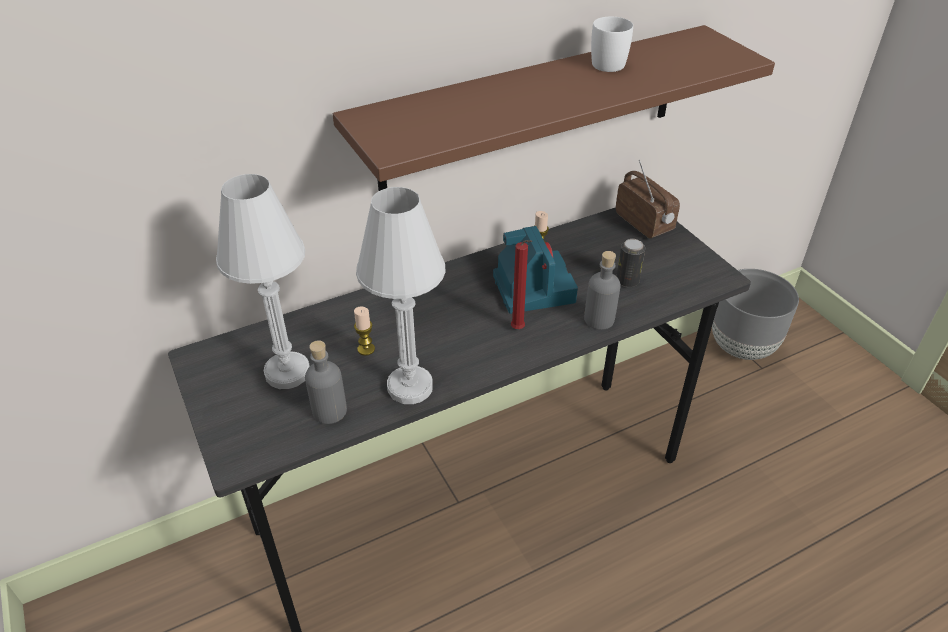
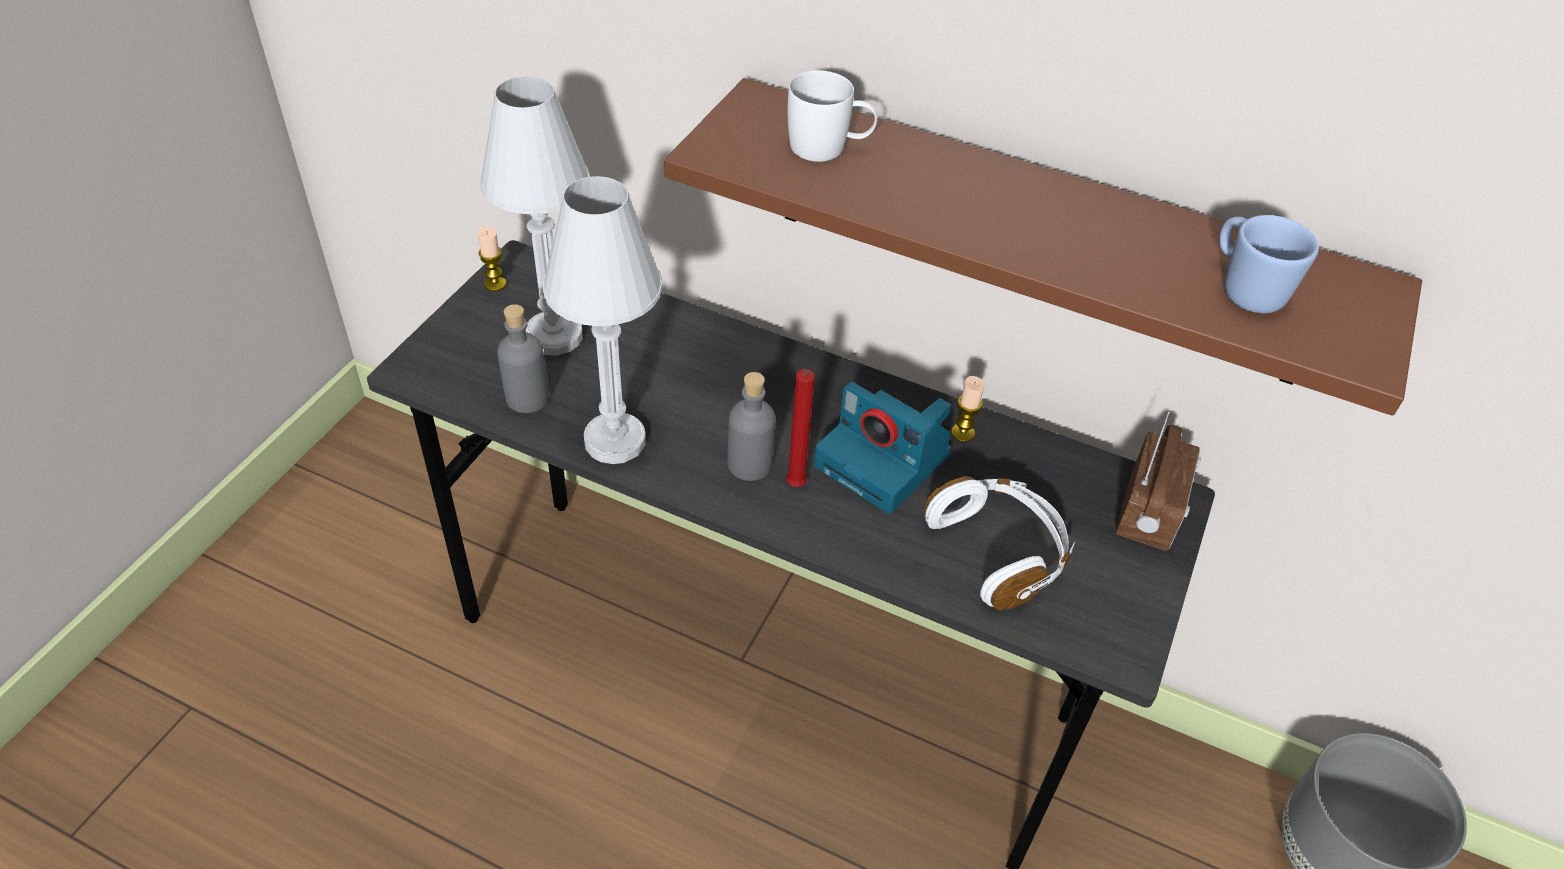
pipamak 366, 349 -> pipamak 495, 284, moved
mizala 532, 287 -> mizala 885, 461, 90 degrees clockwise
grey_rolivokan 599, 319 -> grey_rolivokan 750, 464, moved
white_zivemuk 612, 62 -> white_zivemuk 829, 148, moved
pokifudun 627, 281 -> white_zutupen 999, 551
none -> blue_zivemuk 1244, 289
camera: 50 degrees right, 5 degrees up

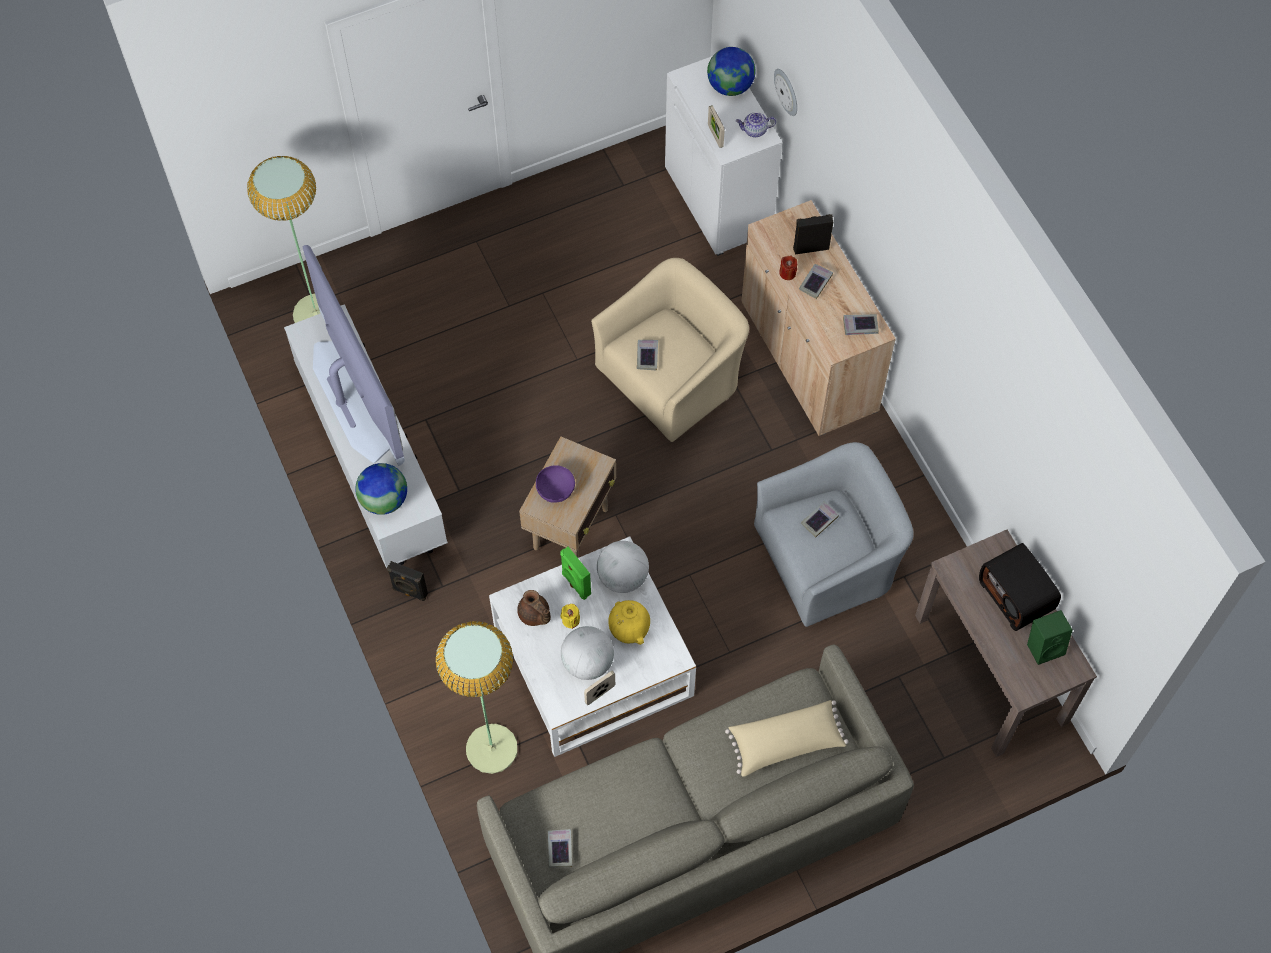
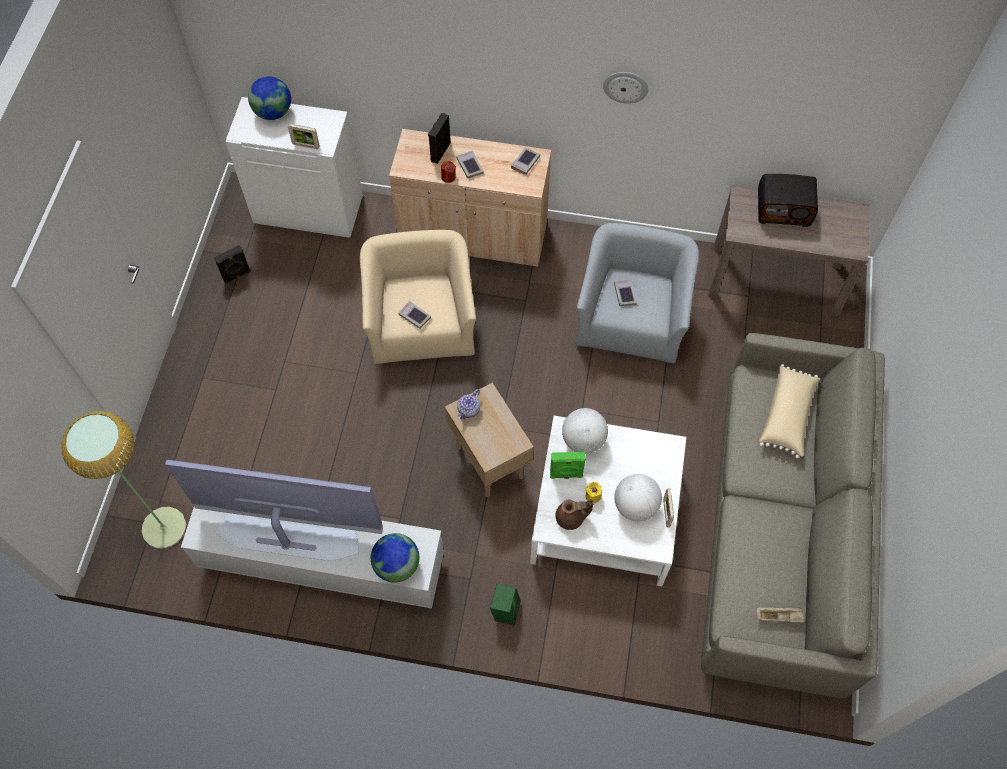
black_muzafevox 409, 592 -> black_muzafevox 237, 275, moved
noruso 491, 749 -> none
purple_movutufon 556, 490 -> none
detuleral 559, 849 -> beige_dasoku 778, 616
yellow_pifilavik 629, 631 -> none
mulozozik 754, 130 -> mulozozik 469, 410, moved
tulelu 787, 91 -> tulelu 625, 86, moved
green_muzafevox 1044, 646 -> green_muzafevox 504, 610, moved
camera: 55 degrees left, 0 degrees up

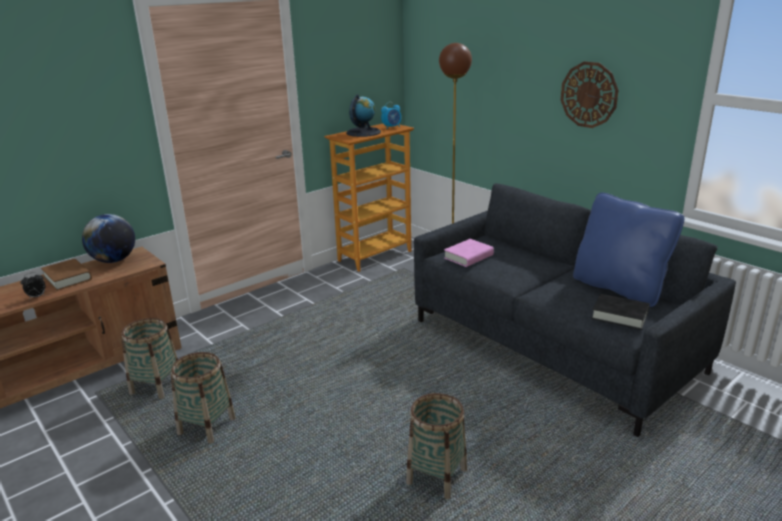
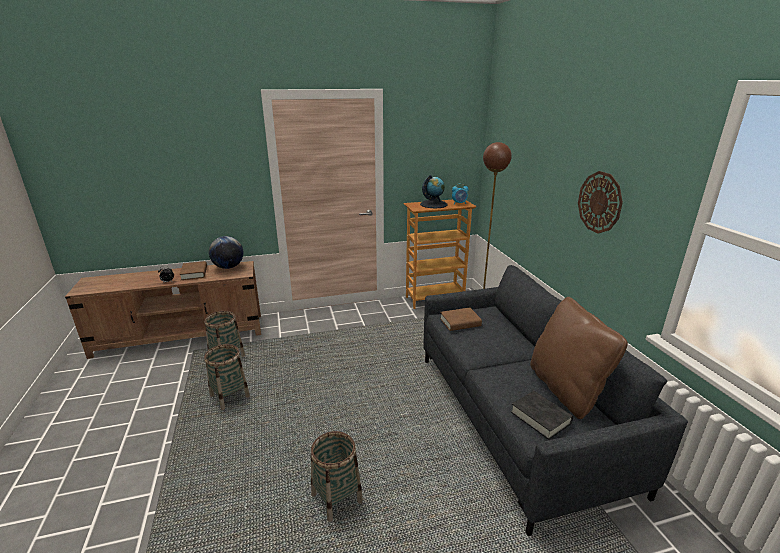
pink_detuleral 468, 257 -> brown_detuleral 460, 322
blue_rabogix 619, 288 -> brown_rabogix 565, 389
camera: 25 degrees right, 0 degrees up

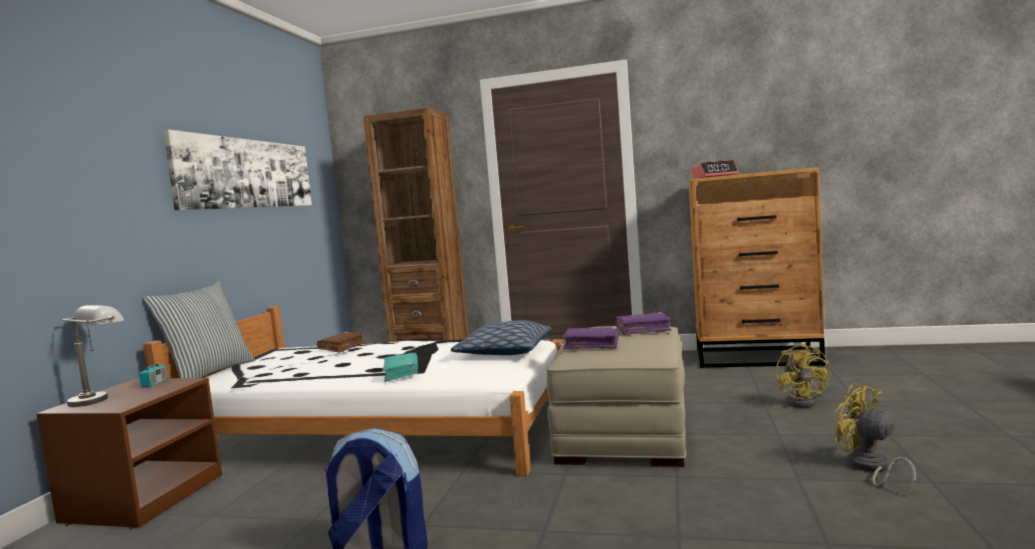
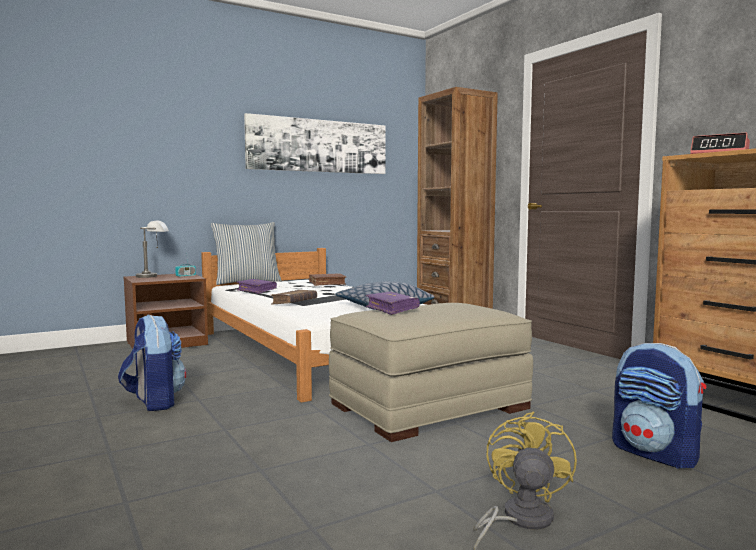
turquoise_detuleral 401, 373 -> brown_detuleral 294, 303
purple_detuleral 643, 330 -> purple_detuleral 256, 291, moved
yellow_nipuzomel 804, 401 -> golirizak 655, 454
camera: 45 degrees right, 0 degrees up

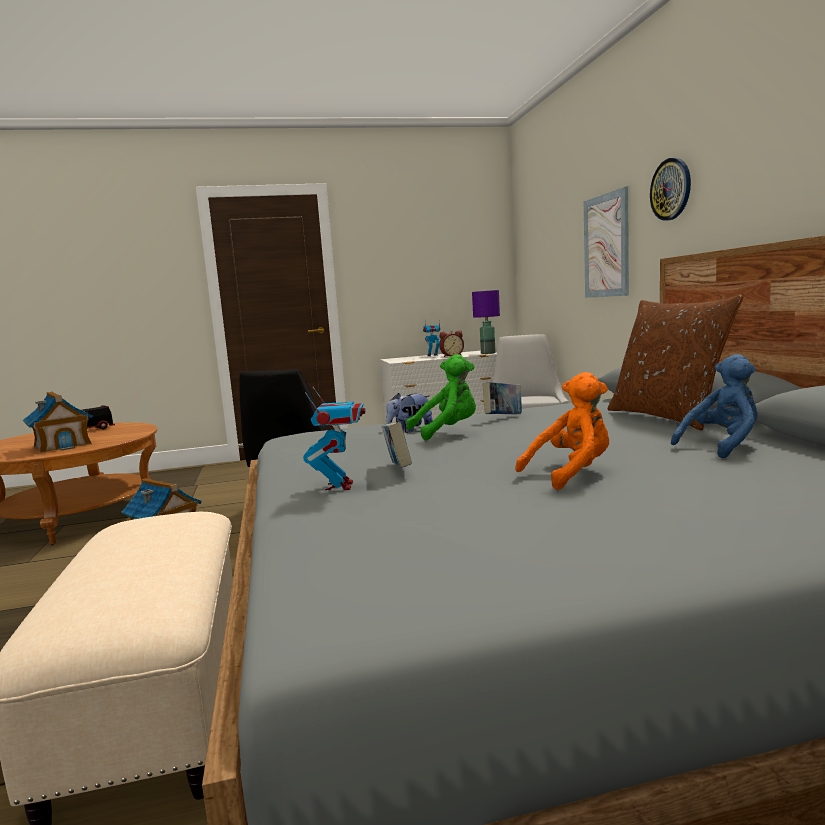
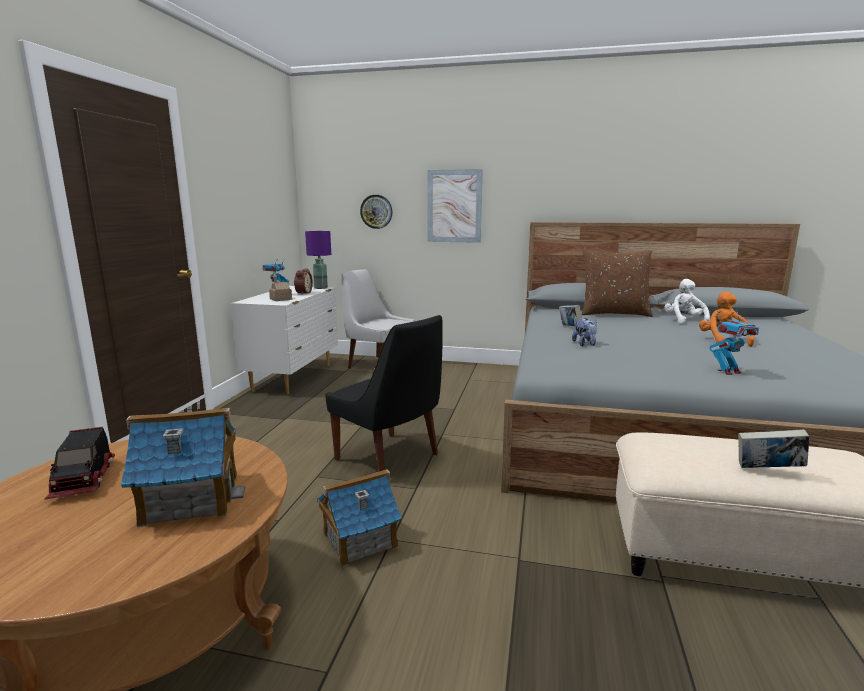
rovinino 340, 486 -> rovinino 728, 372, 135 degrees clockwise
detuleral 398, 469 -> detuleral 768, 470, moved
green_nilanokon 447, 431 -> none
tulelu 671, 189 -> tulelu 376, 211, moved
blue_nilanokon 722, 446 -> white_nilanokon 684, 321
none -> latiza 280, 299
camera: 65 degrees left, 5 degrees up

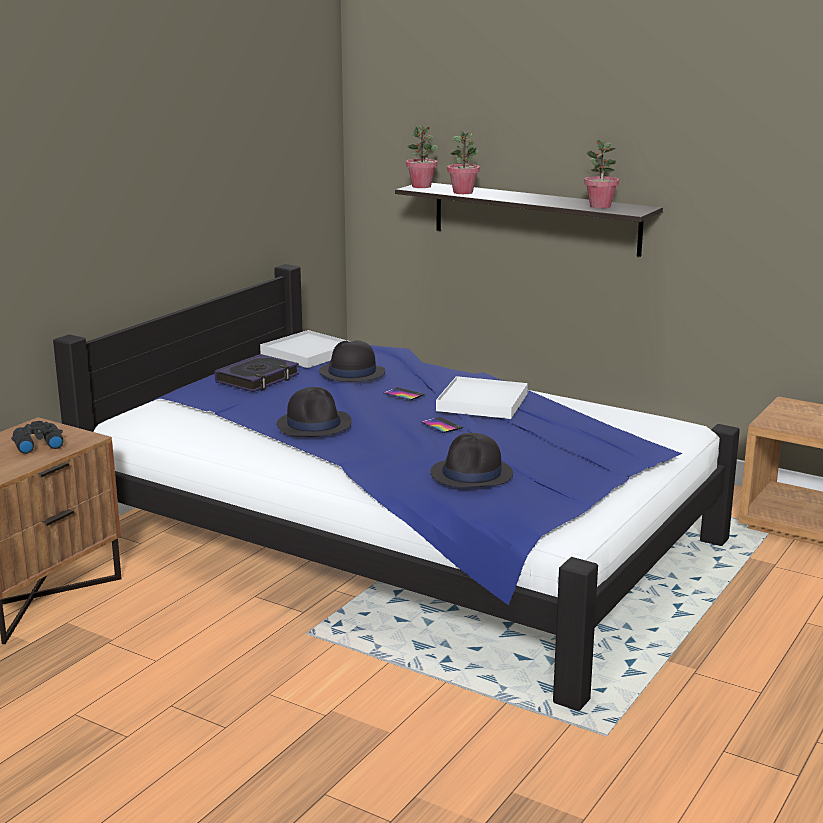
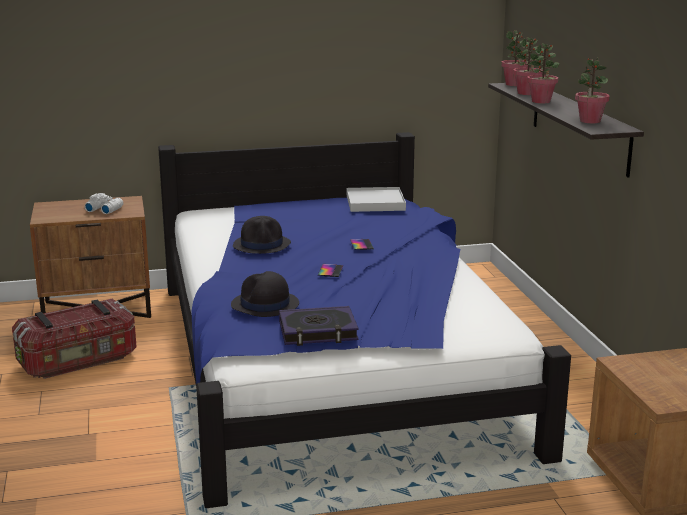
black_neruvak 37, 445 -> white_neruvak 104, 209
detuleral 257, 379 -> detuleral 318, 332, moved
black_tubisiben 351, 373 -> none
white_dasoku 482, 402 -> none
none -> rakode 78, 361
none -> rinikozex 541, 101
camera: 45 degrees right, 0 degrees up

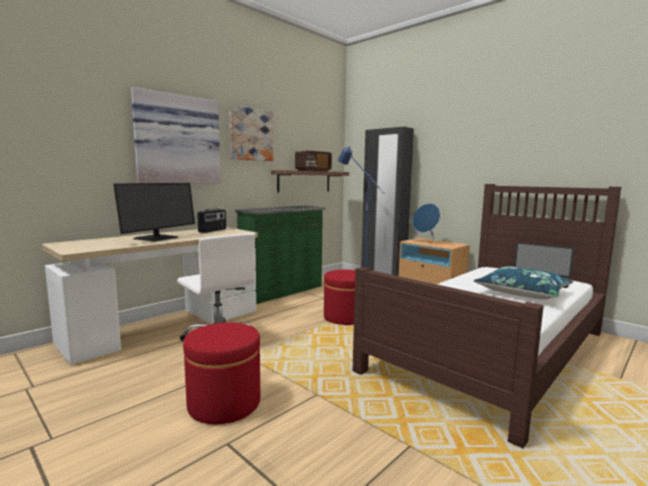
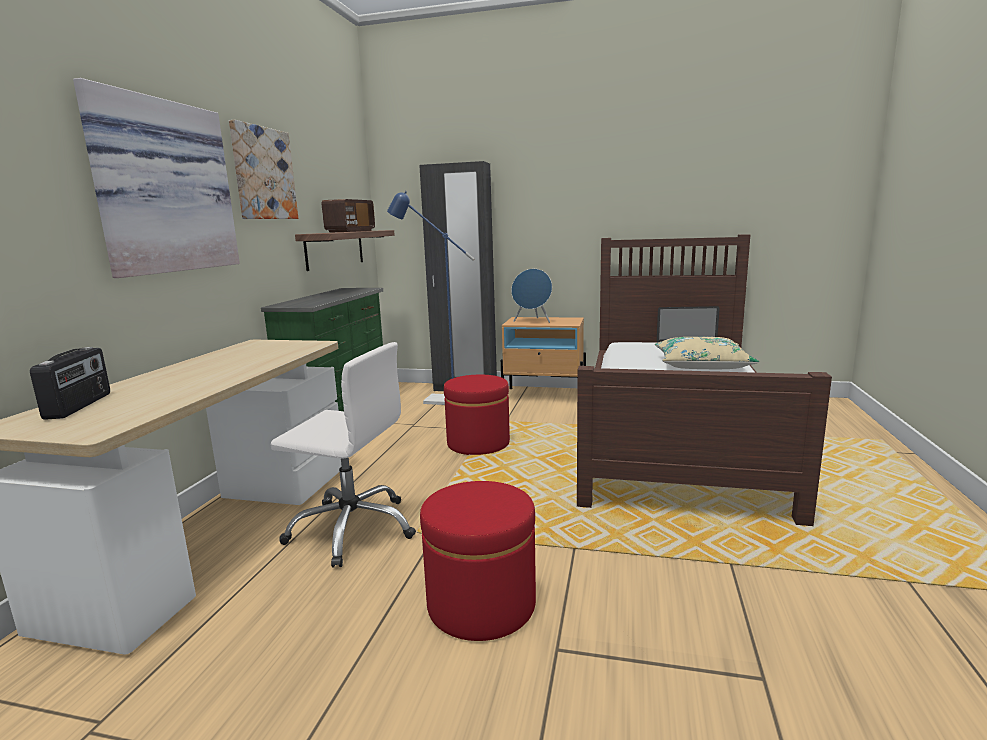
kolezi 157, 238 -> none
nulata 213, 230 -> nulata 80, 406, moved
blue_rabogix 522, 292 -> beige_rabogix 701, 365
camera: 30 degrees left, 5 degrees up

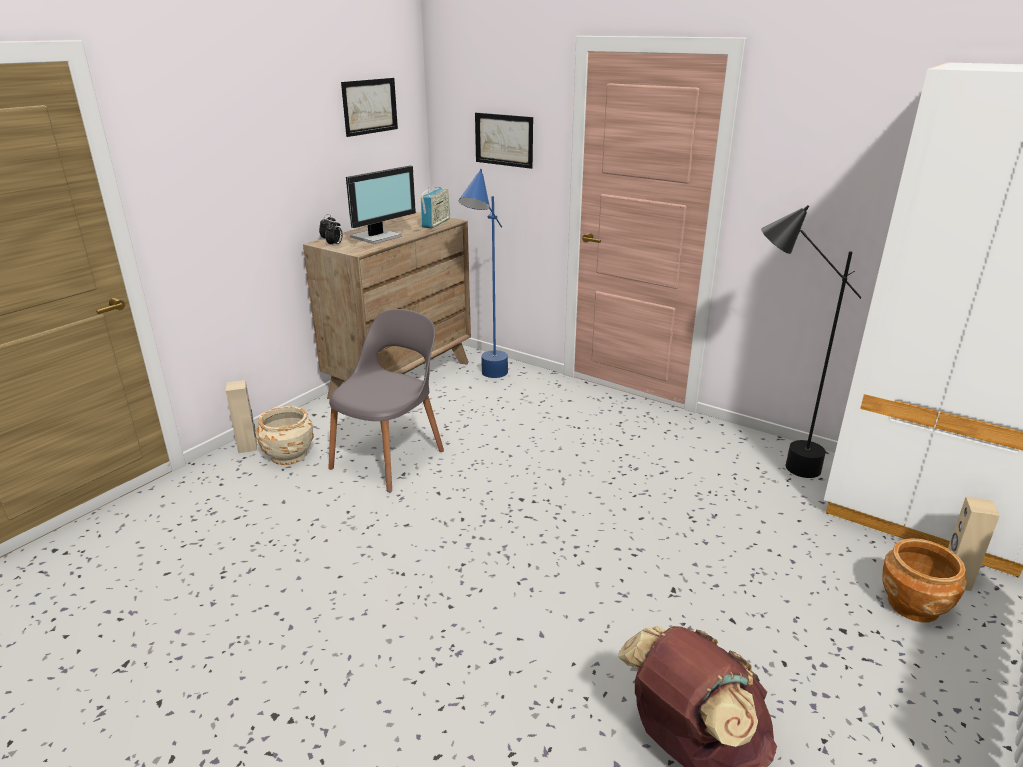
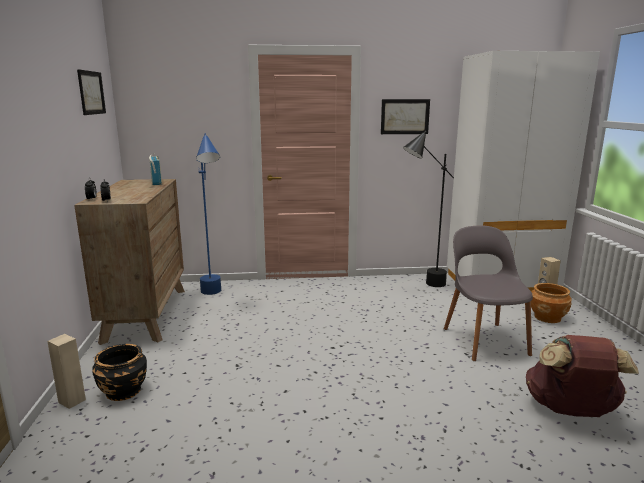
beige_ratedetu 289, 455 -> black_ratedetu 123, 391
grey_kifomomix 389, 458 -> grey_kifomomix 484, 340, moved
kolezi 378, 237 -> none
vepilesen 504, 140 -> vepilesen 405, 116, moved
camera: 40 degrees left, 10 degrees down

